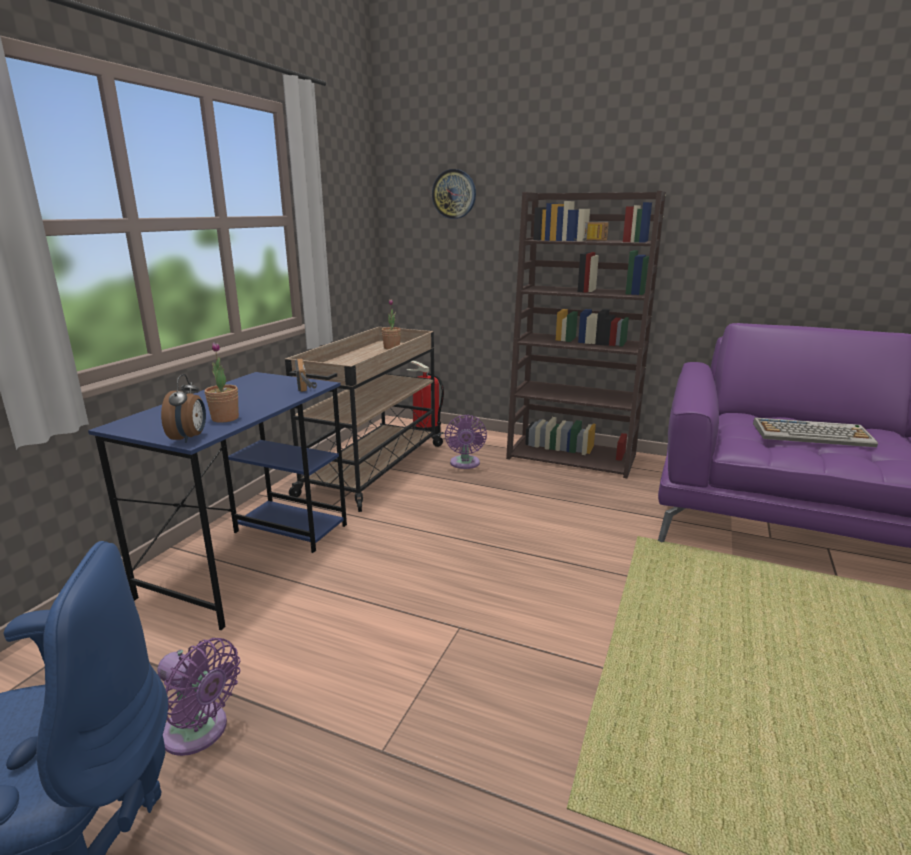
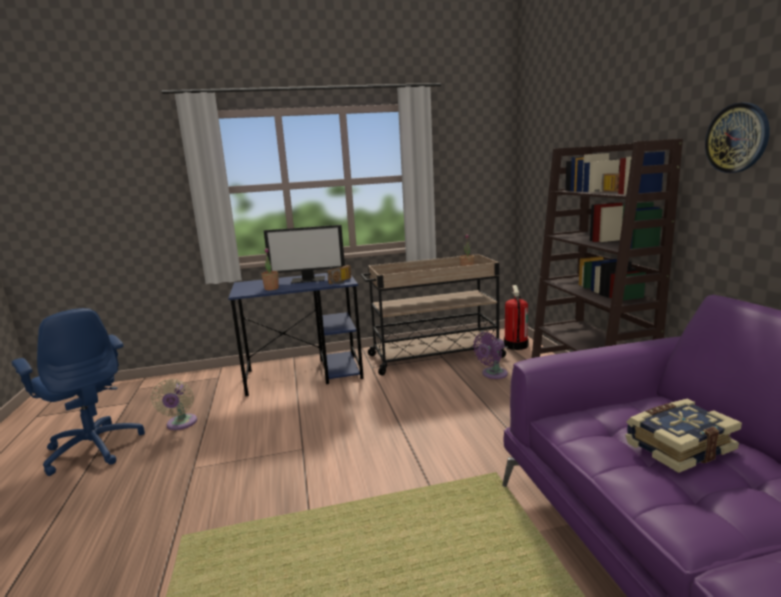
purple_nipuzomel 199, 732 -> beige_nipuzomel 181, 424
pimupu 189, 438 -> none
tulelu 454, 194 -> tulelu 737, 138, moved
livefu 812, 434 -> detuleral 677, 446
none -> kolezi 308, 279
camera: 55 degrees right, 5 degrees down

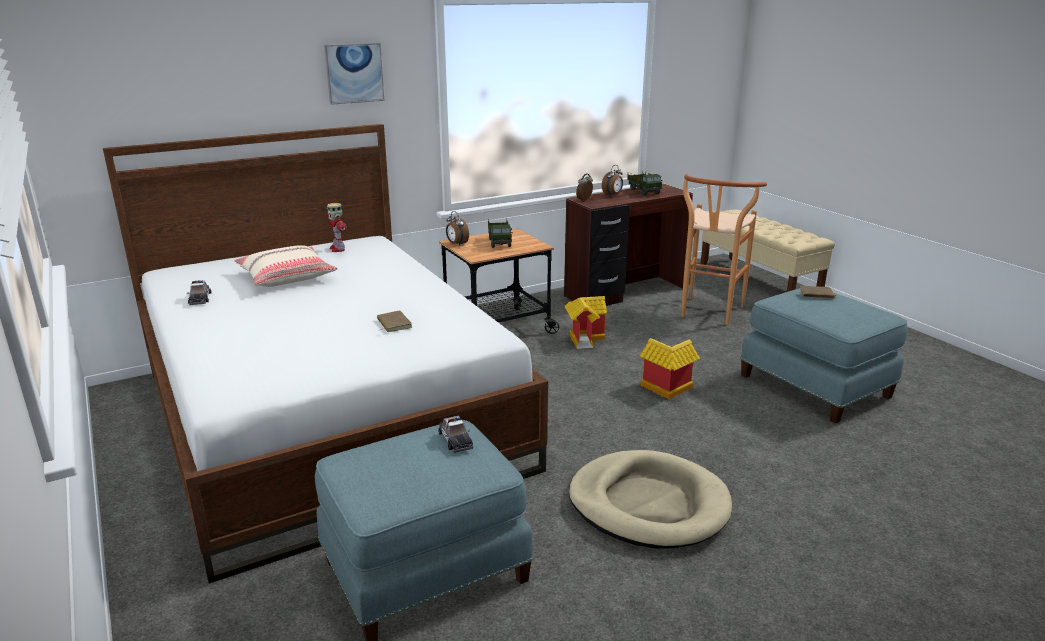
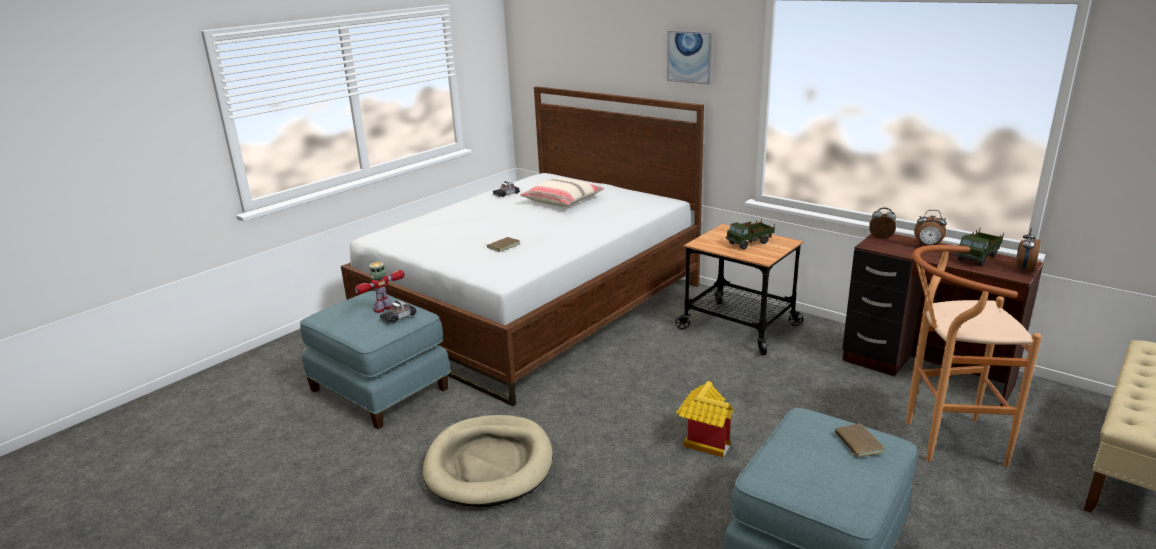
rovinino 338, 249 -> rovinino 383, 308, moved
pimupu 456, 244 -> pimupu 1024, 268, moved
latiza 584, 338 -> none
camera: 70 degrees right, 0 degrees up

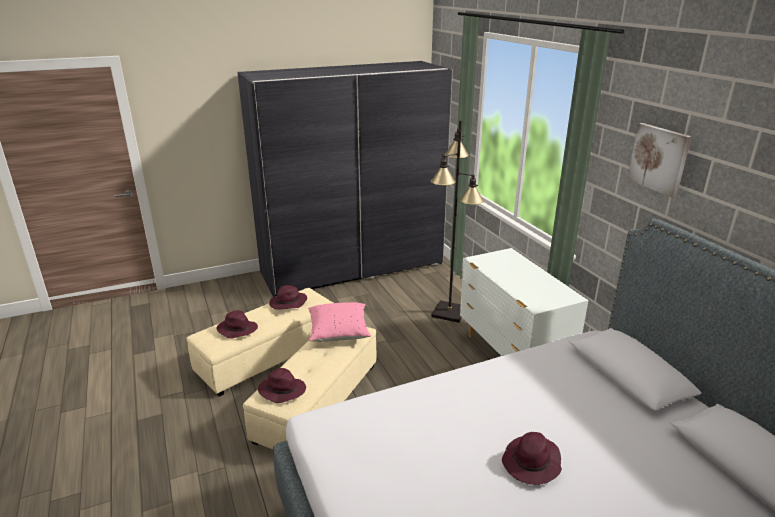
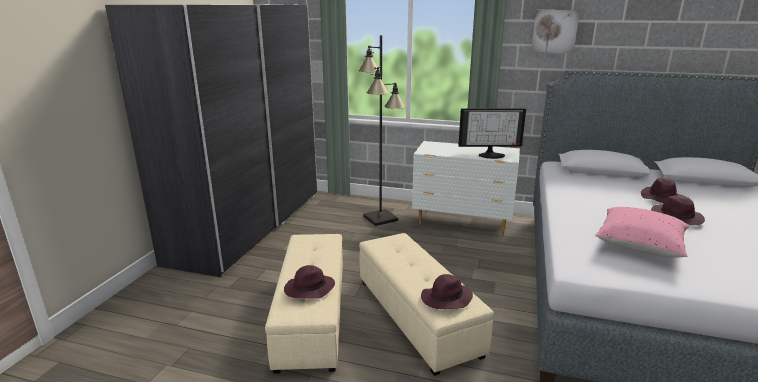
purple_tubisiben 288, 303 -> purple_tubisiben 662, 198, moved
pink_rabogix 339, 332 -> pink_rabogix 639, 245, moved
none -> kolezi 491, 154
camera: 50 degrees left, 5 degrees down

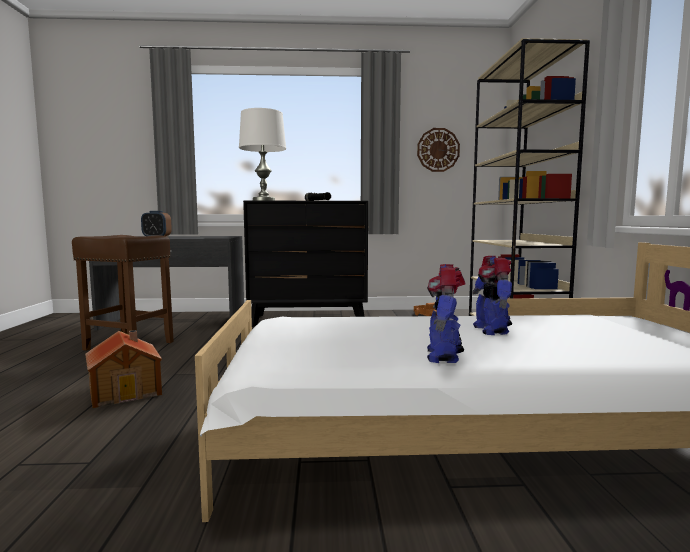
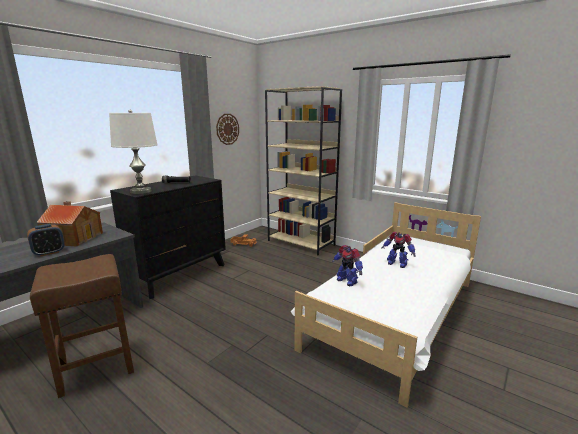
latiza 126, 390 -> latiza 74, 238, moved
rovinino 444, 355 -> rovinino 347, 281, moved
camera: 50 degrees left, 10 degrees up

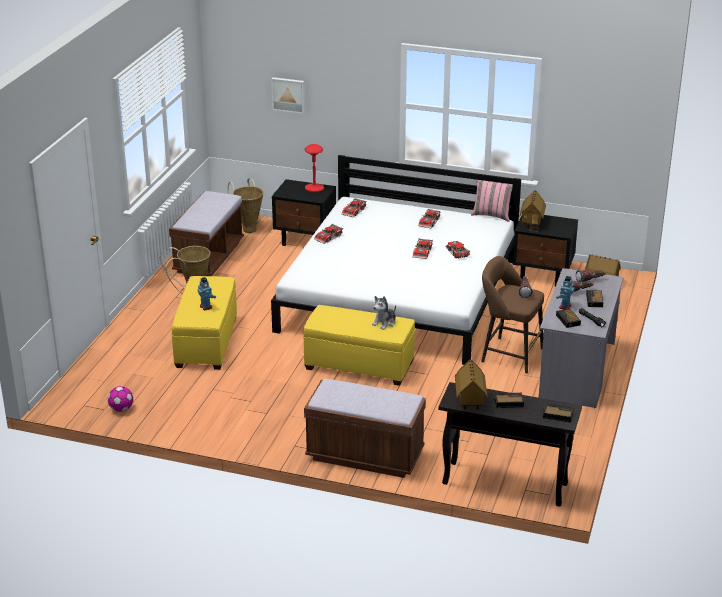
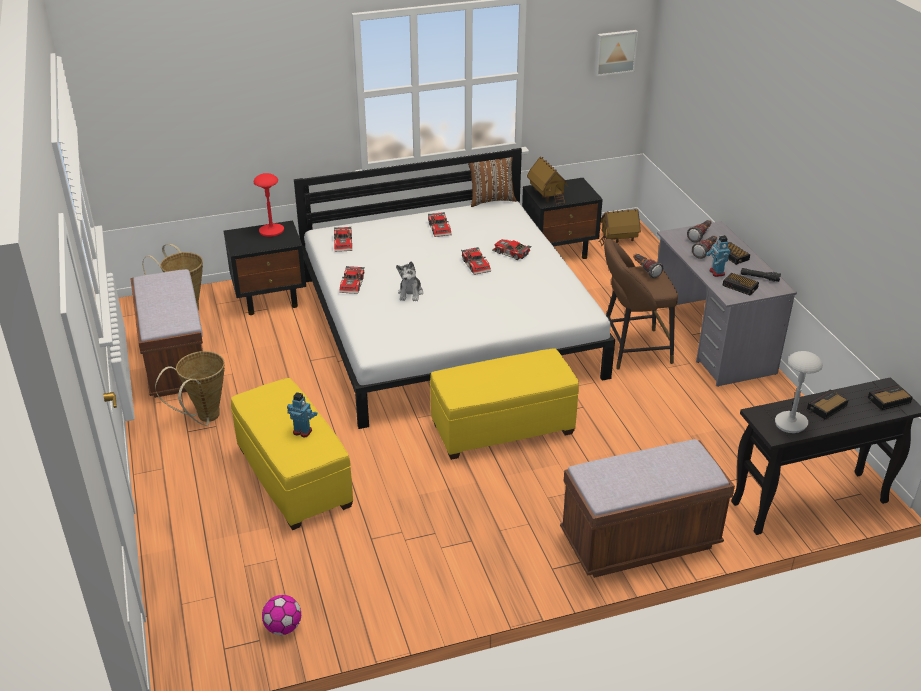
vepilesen 288, 94 -> vepilesen 615, 52, moved
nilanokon 385, 323 -> nilanokon 410, 293, moved
latiza 469, 401 -> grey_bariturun 791, 423
pink_rabogix 492, 215 -> brown_rabogix 491, 200
camera: 35 degrees left, 5 degrees up

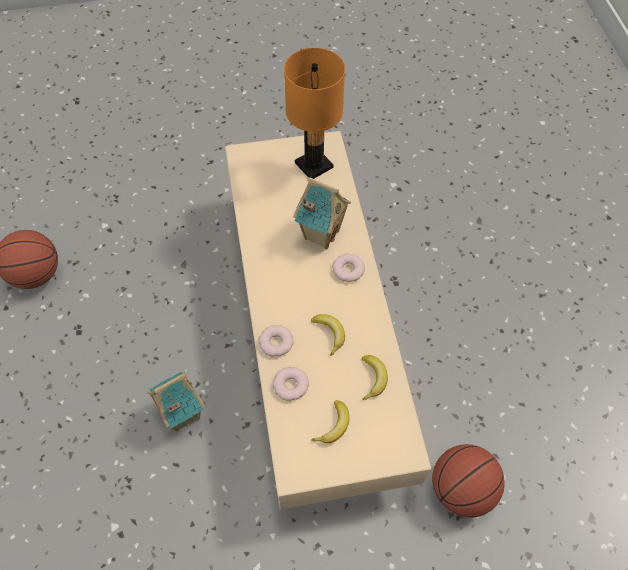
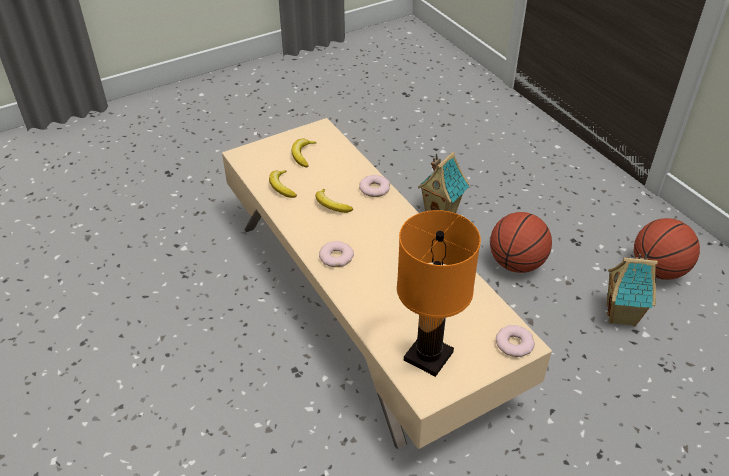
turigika 291, 385 -> turigika 514, 344, moved
latiza 320, 234 -> latiza 622, 315, moved
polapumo 461, 489 -> polapumo 516, 263, moved
camera: 160 degrees right, 15 degrees down

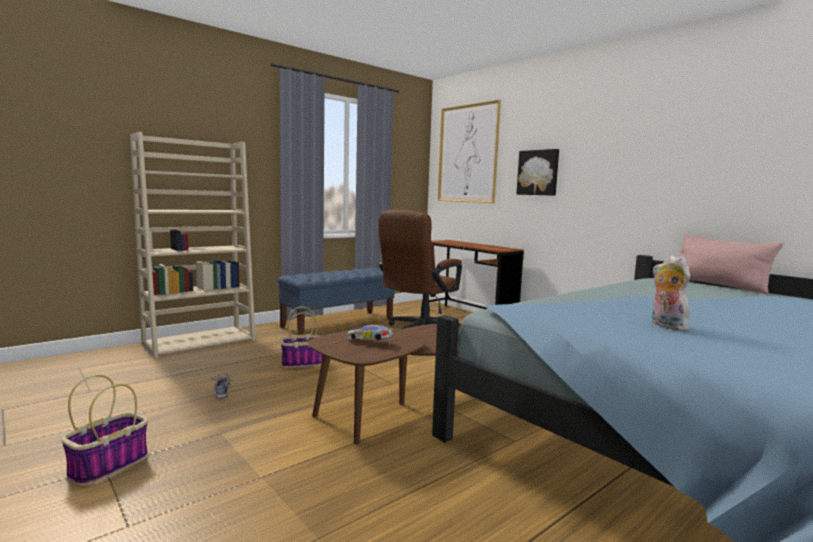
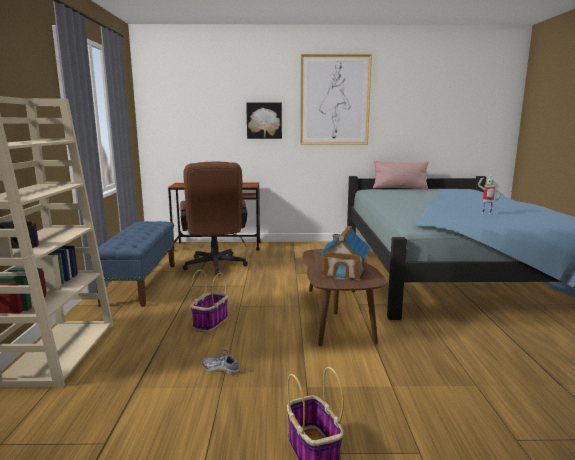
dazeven 370, 342 -> latiza 344, 272
vepilesen 467, 154 -> vepilesen 334, 100, moved
nilanokon 665, 326 -> rovinino 486, 214
camera: 50 degrees left, 5 degrees up

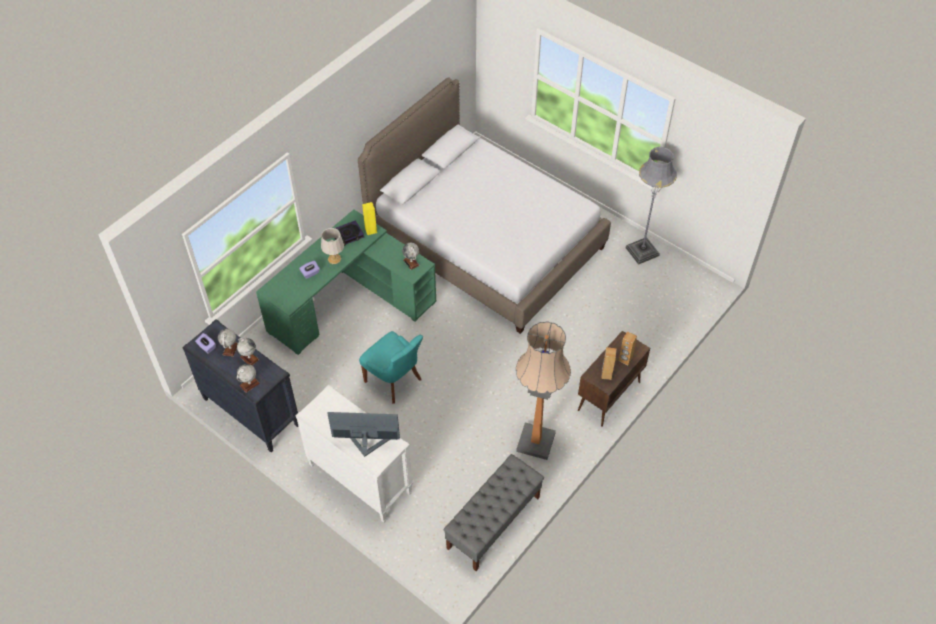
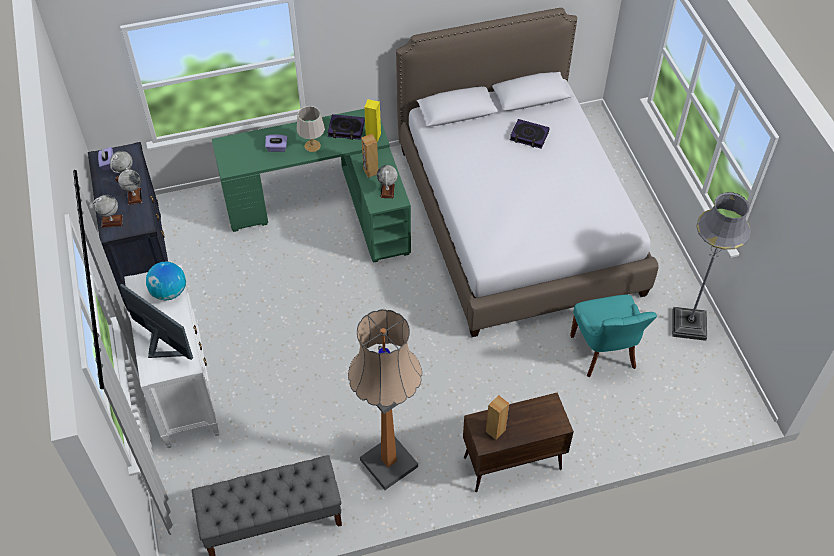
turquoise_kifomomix 394, 380 -> turquoise_kifomomix 604, 353, moved
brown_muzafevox 625, 359 -> brown_muzafevox 370, 171, moved
none -> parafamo 169, 292
none -> detuleral 529, 136
camera: 35 degrees right, 0 degrees up

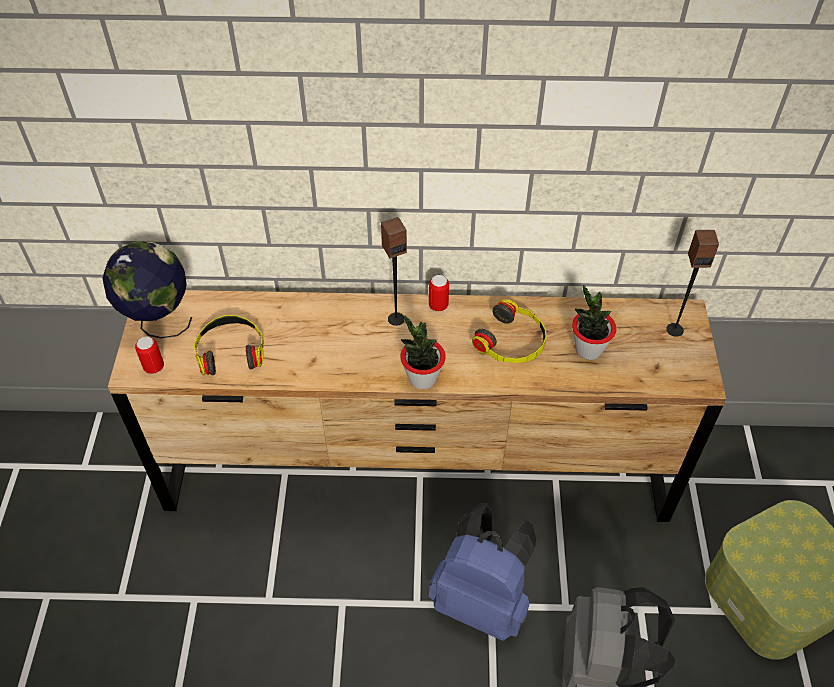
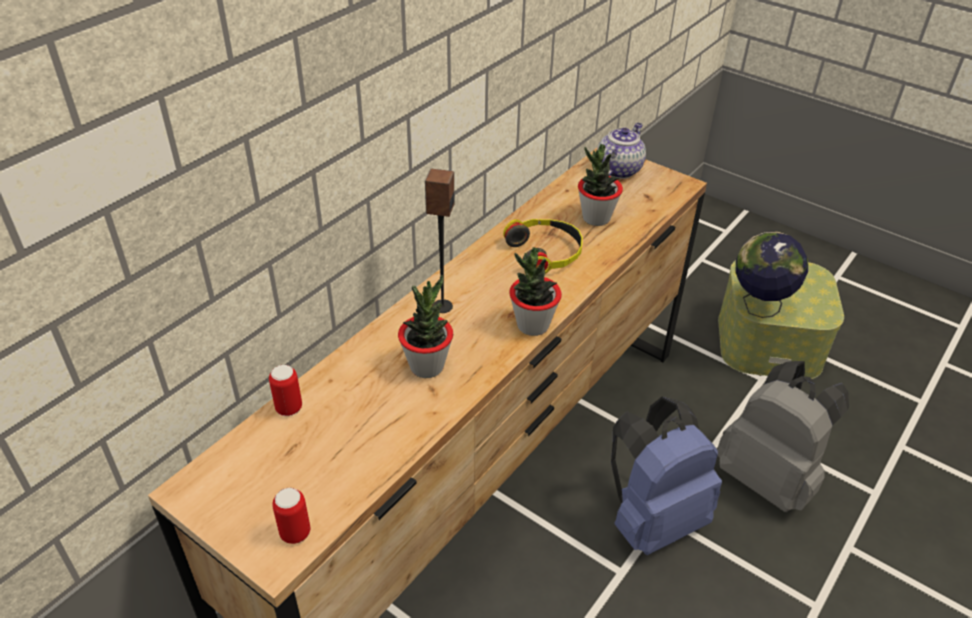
parafamo 158, 321 -> parafamo 759, 306, moved
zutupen 230, 351 -> none
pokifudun 438, 306 -> pokifudun 289, 408, moved
muzafevox 674, 329 -> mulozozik 618, 169
none -> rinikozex 427, 366
camera: 55 degrees left, 10 degrees down

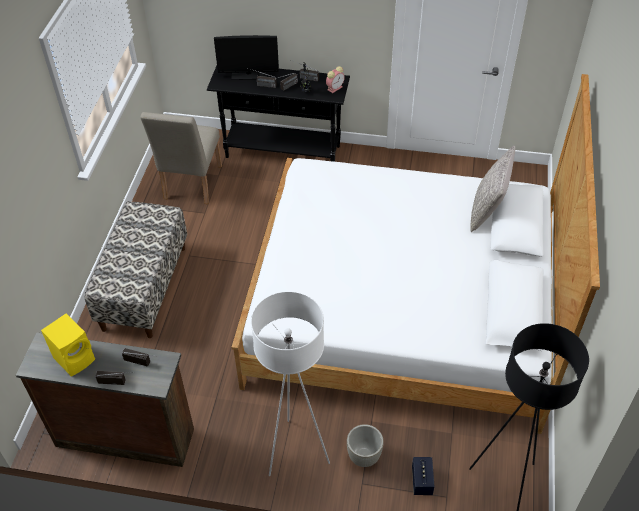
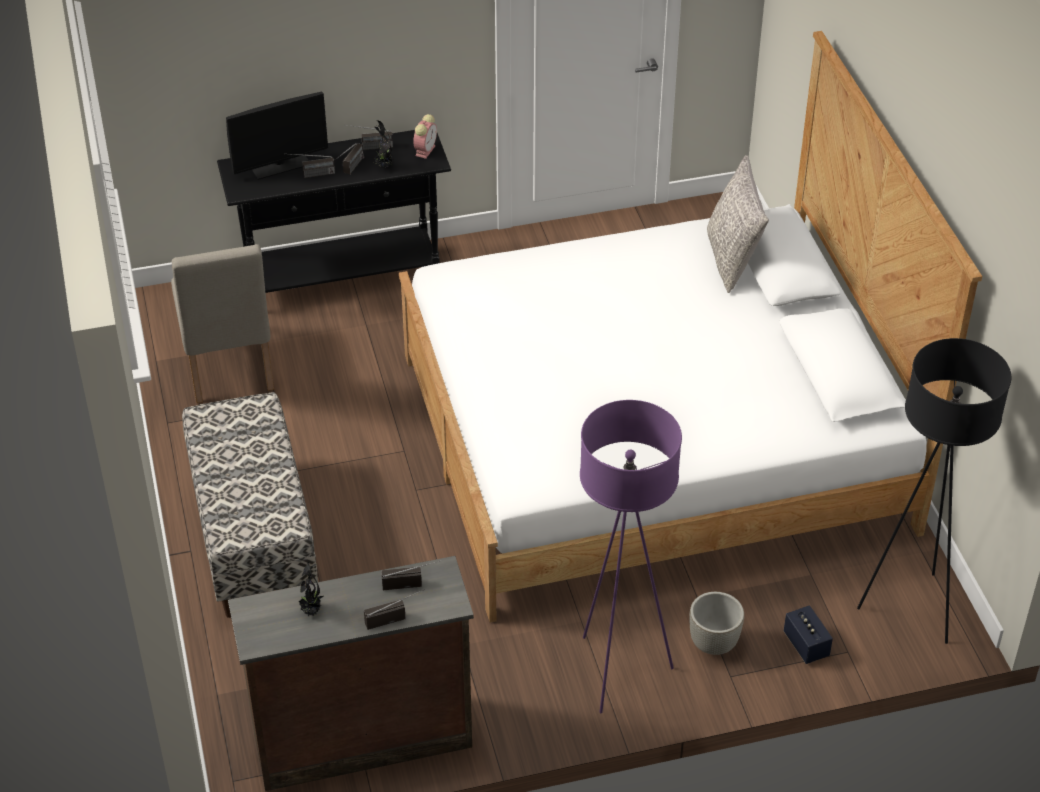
yellow_muzafevox 75, 358 -> rinikozex 311, 611
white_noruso 295, 451 -> purple_noruso 618, 671
camera: 25 degrees left, 5 degrees down

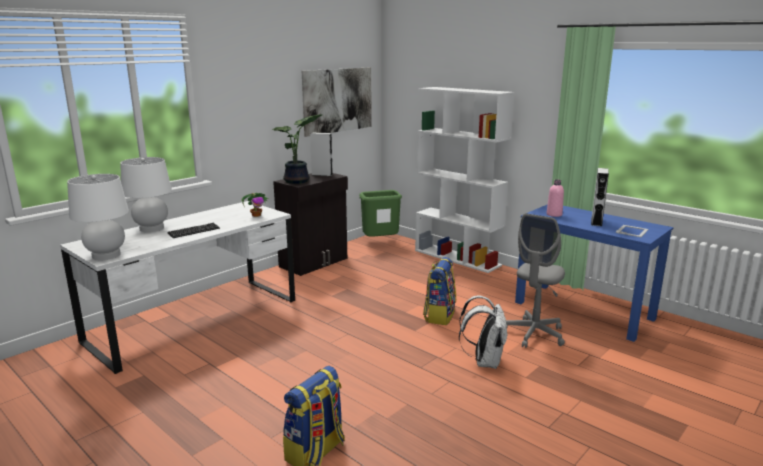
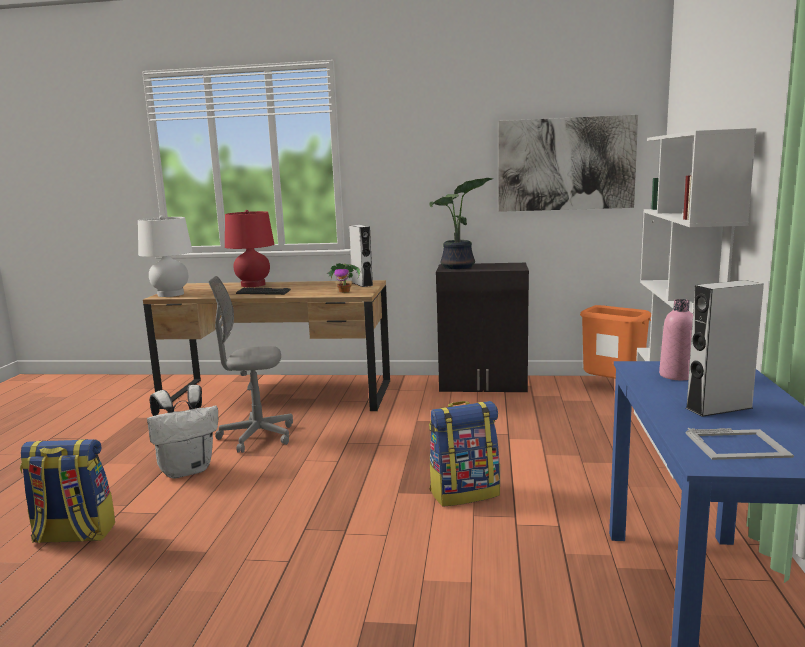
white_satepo 195, 320 -> brown_satepo 278, 394
white_bariturun 151, 228 -> red_bariturun 253, 285
grey_muzafevox 322, 175 -> grey_muzafevox 362, 284, moved
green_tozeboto 380, 242 -> orange_tozeboto 613, 388
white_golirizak 484, 361 -> white_golirizak 187, 469, moved
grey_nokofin 534, 334 -> grey_nokofin 257, 436, moved
camera: 55 degrees right, 5 degrees down

